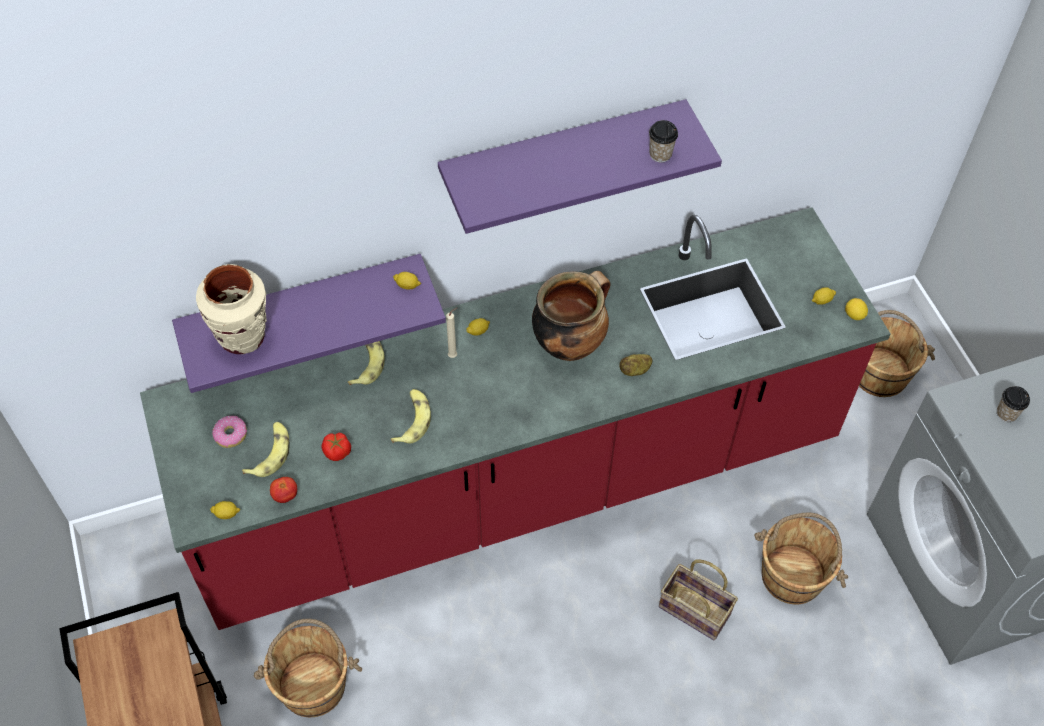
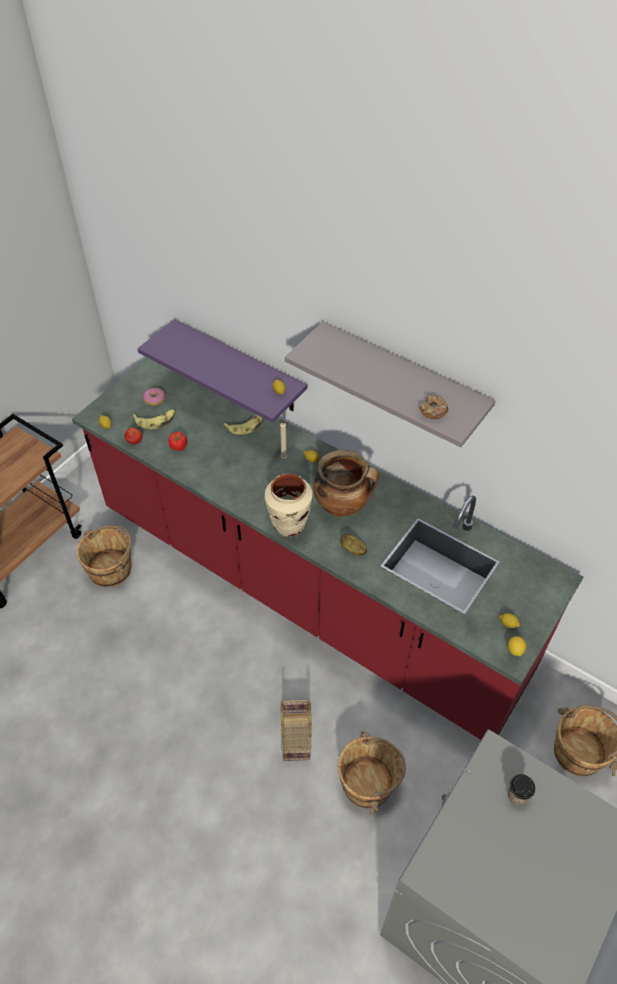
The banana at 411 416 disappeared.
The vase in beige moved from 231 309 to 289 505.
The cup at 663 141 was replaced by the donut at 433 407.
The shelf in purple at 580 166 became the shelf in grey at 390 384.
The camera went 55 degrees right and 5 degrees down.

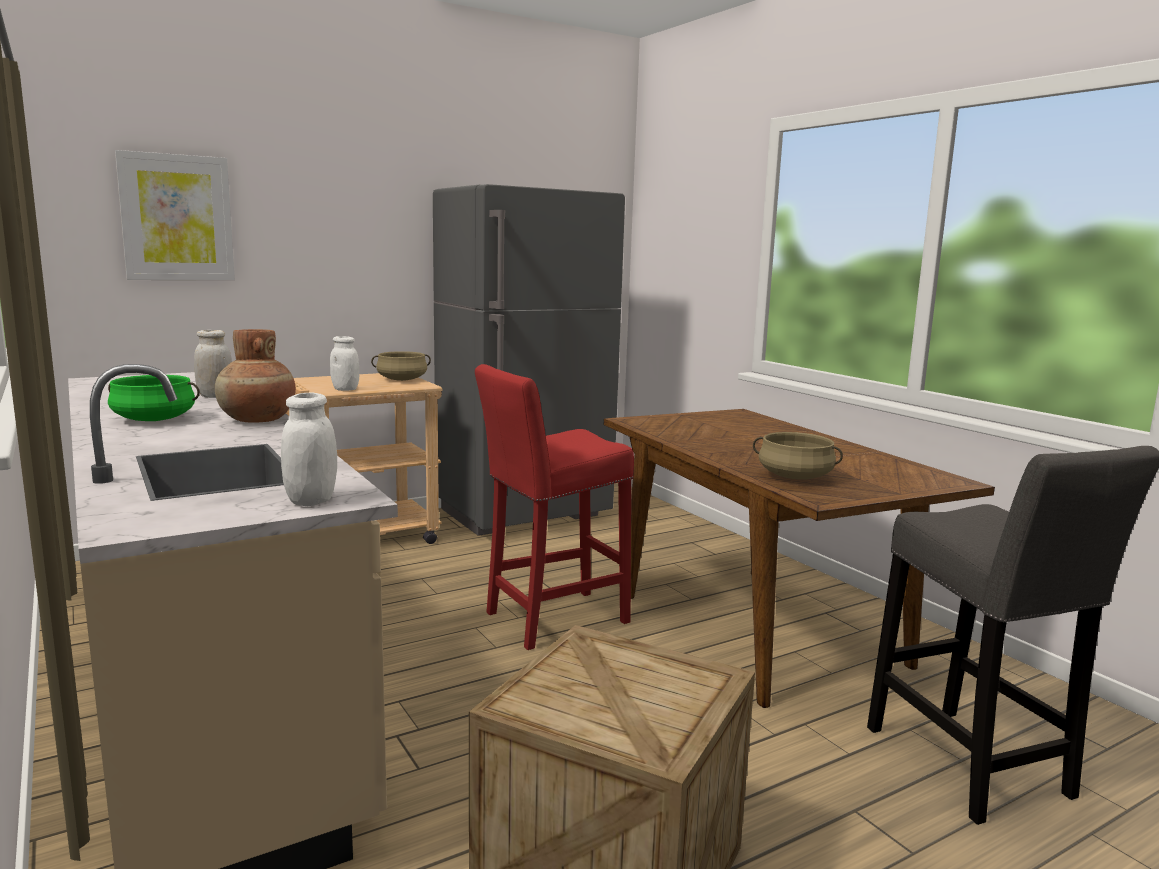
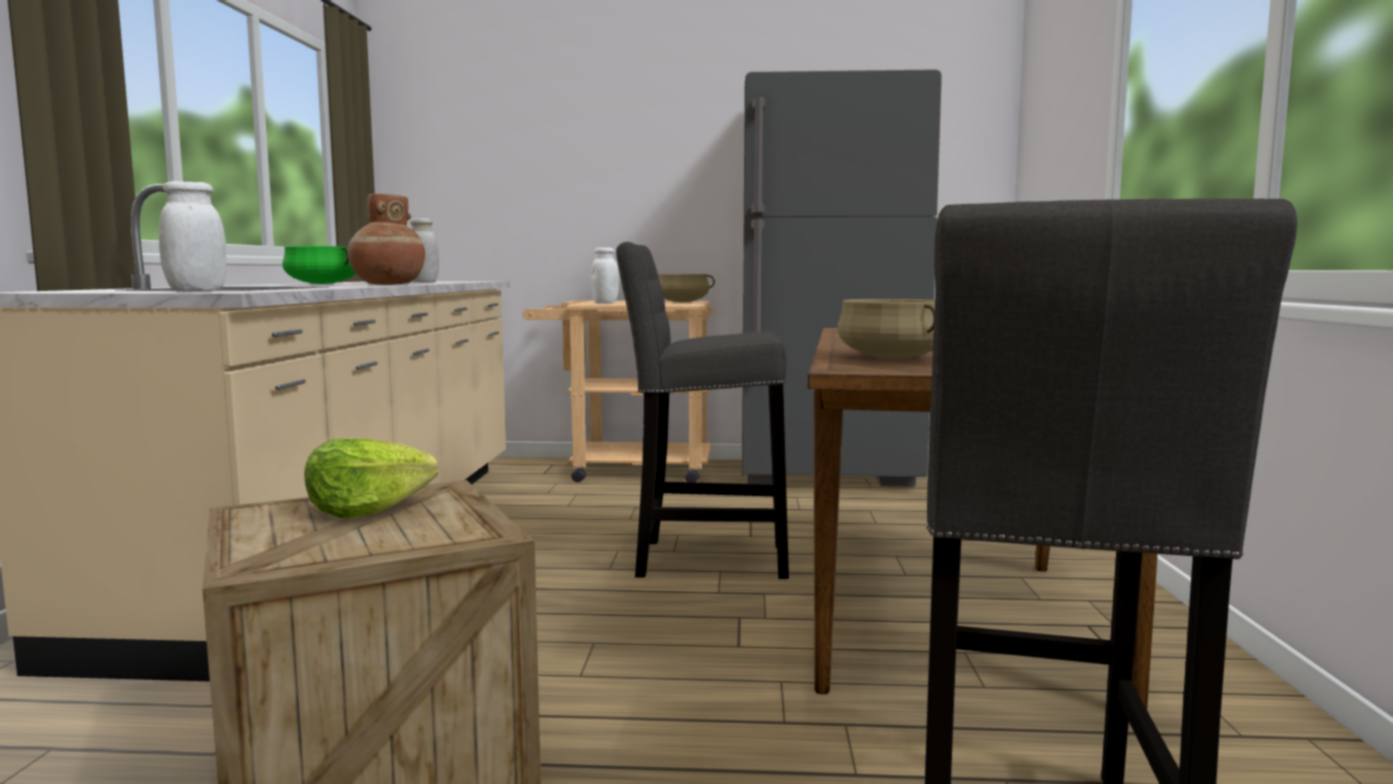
The picture at 175 215 disappeared.
The lettuce at 371 478 appeared.
The stool in red at 554 507 became the stool in grey at 702 410.
The camera went 35 degrees right and 5 degrees down.

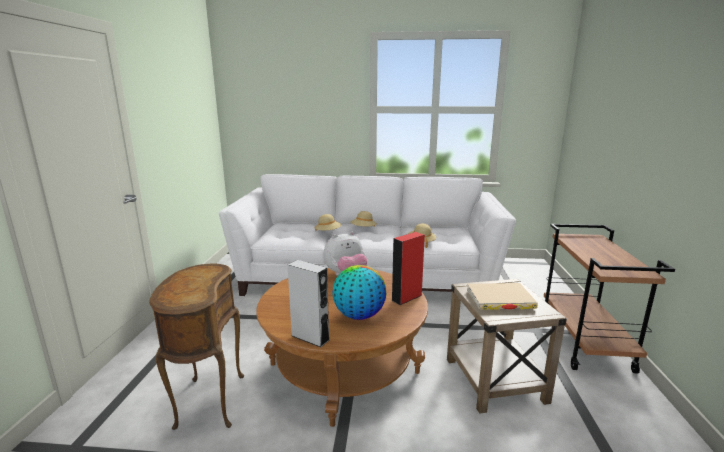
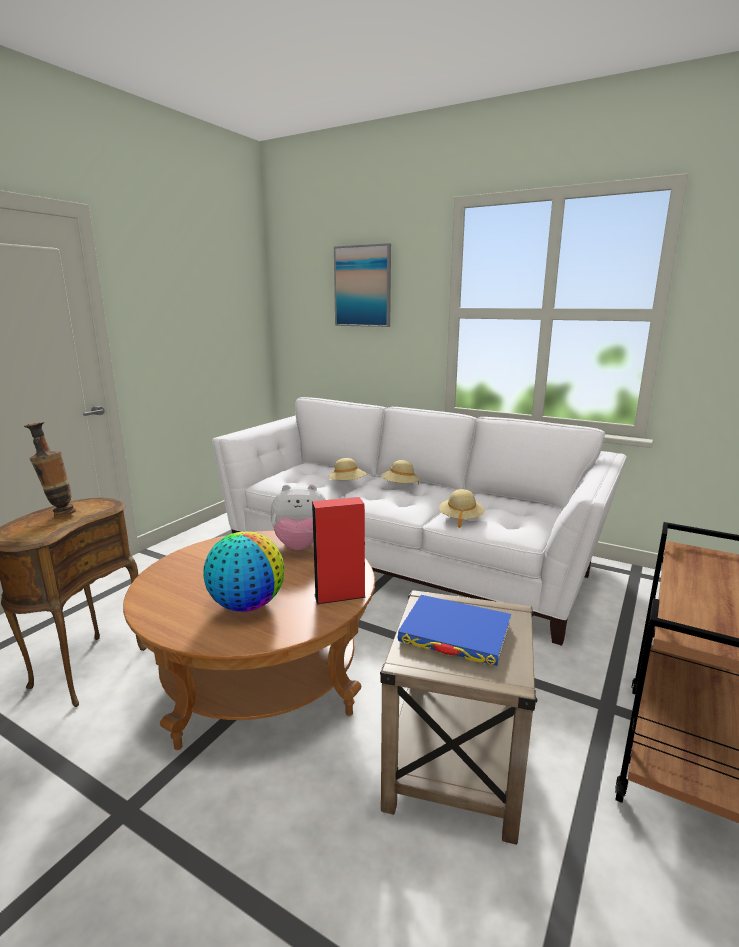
The speaker in grey at 308 303 disappeared.
The vase at 50 470 appeared.
The picture at 362 285 appeared.
The book in beige at 502 296 became the book in blue at 454 630.
The camera went 25 degrees right and 0 degrees up.

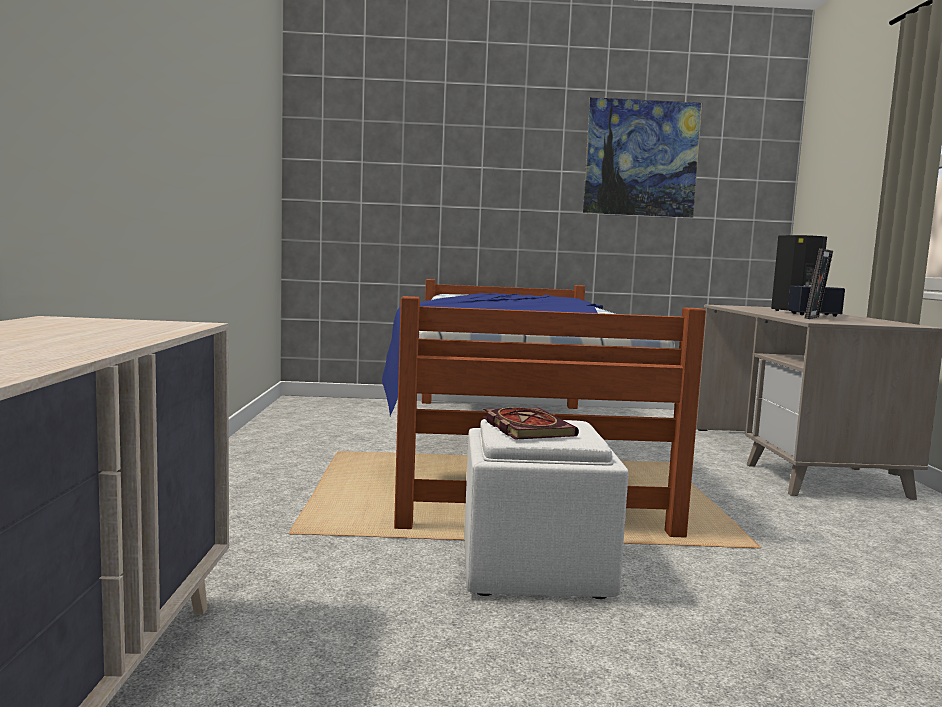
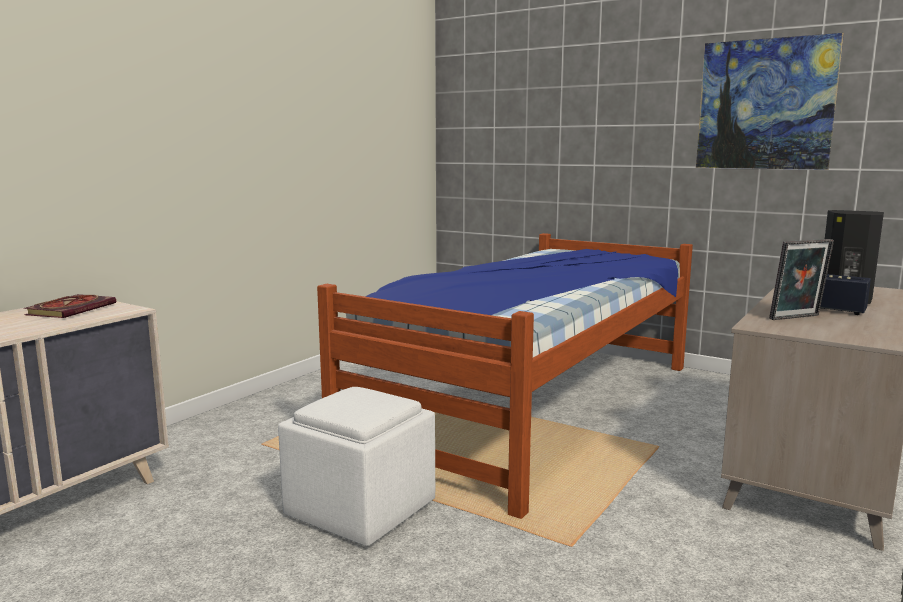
The book moved from 531 423 to 70 306.
The camera went 35 degrees right and 5 degrees up.

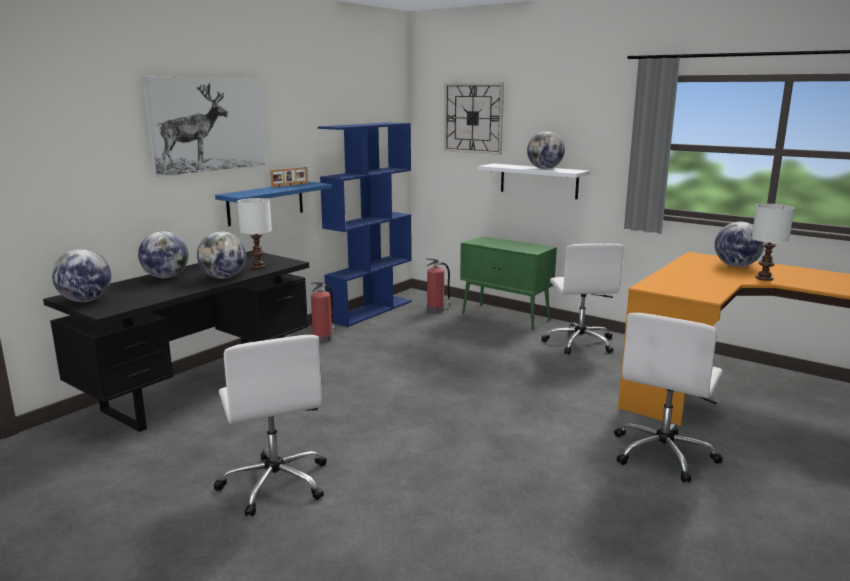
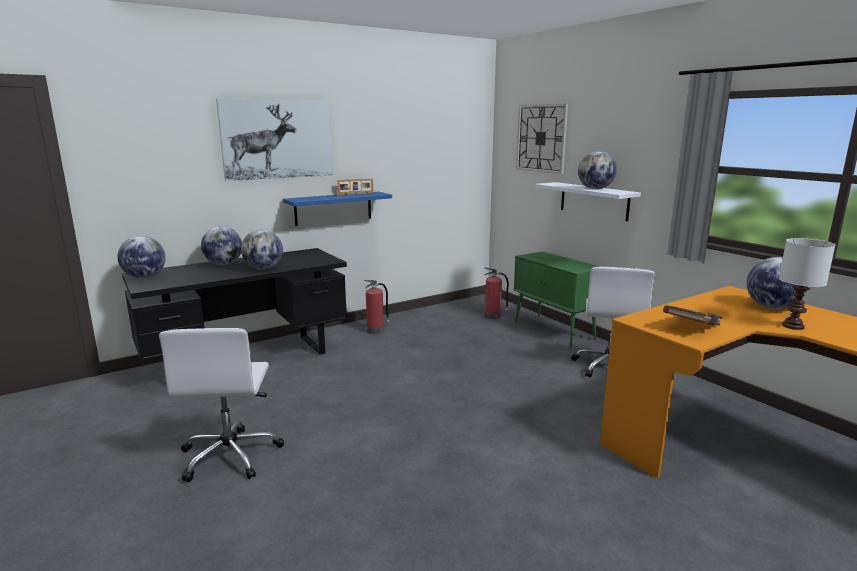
The table lamp in white at 254 233 disappeared.
The bookcase in blue at 365 224 disappeared.
The office chair in white at 668 398 disappeared.
The book in brown at 693 315 appeared.
The camera went 20 degrees right and 0 degrees up.

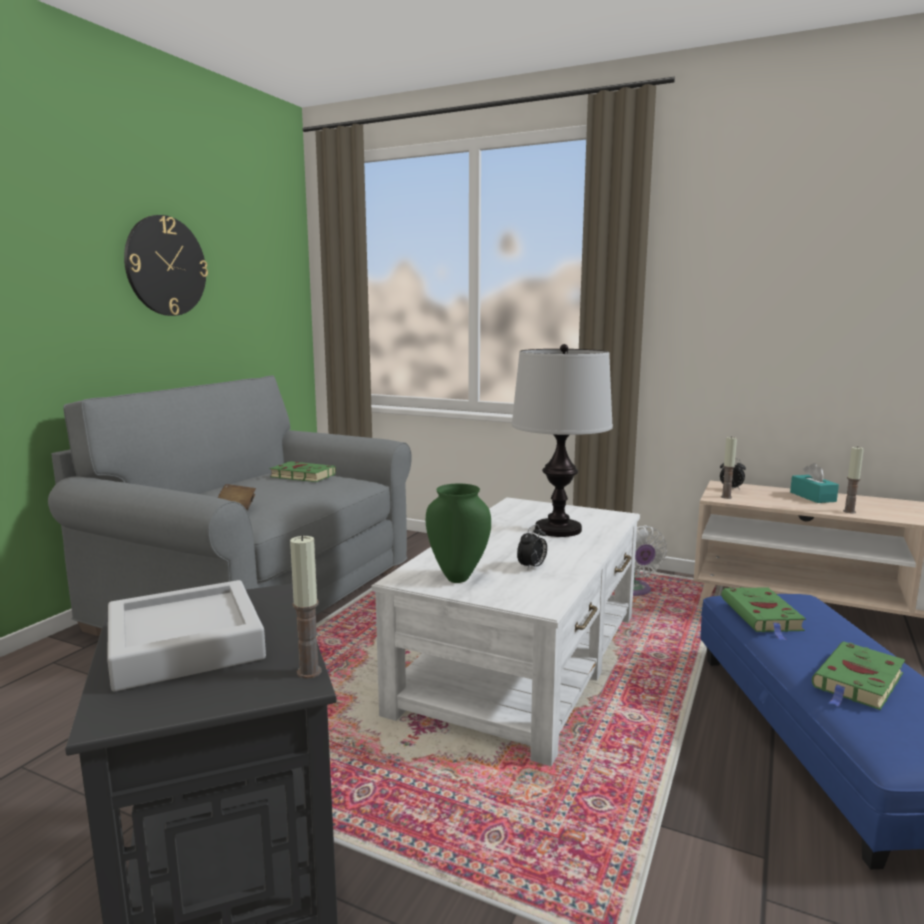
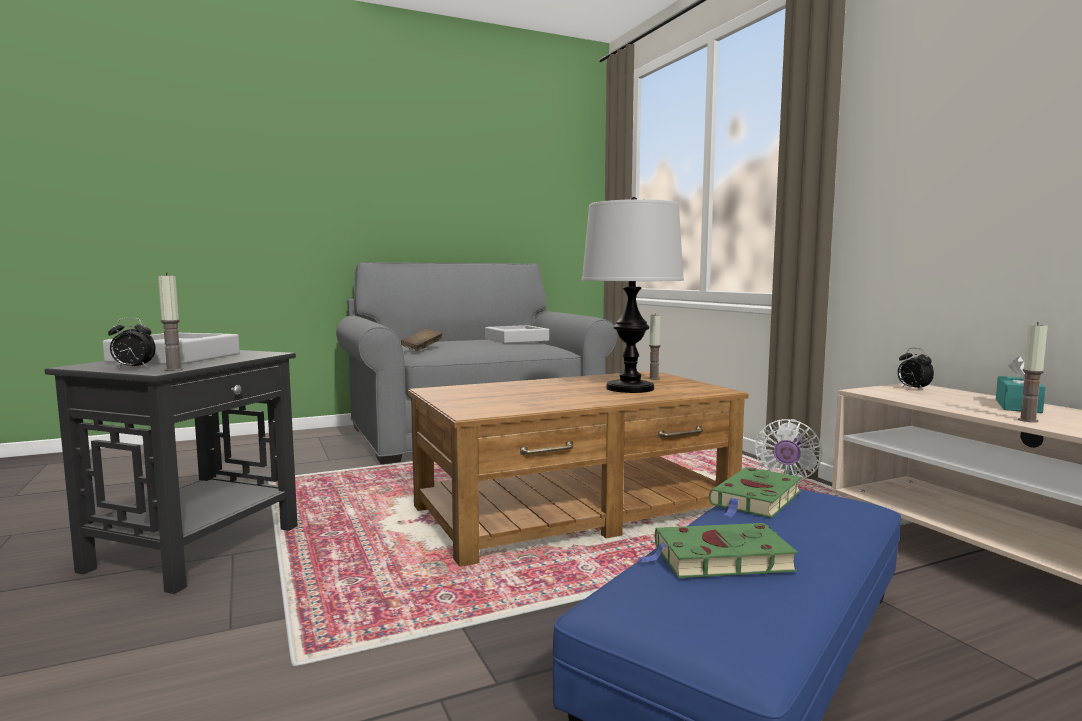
The wall clock at 166 265 disappeared.
The vase in green at 458 533 disappeared.
The alarm clock moved from 532 548 to 132 343.
The candle moved from 729 467 to 654 346.
The book in green at 302 471 was replaced by the tray in grey at 517 334.
The coffee table in white at 506 631 became the coffee table in brown at 578 469.
The camera went 40 degrees right and 5 degrees down.

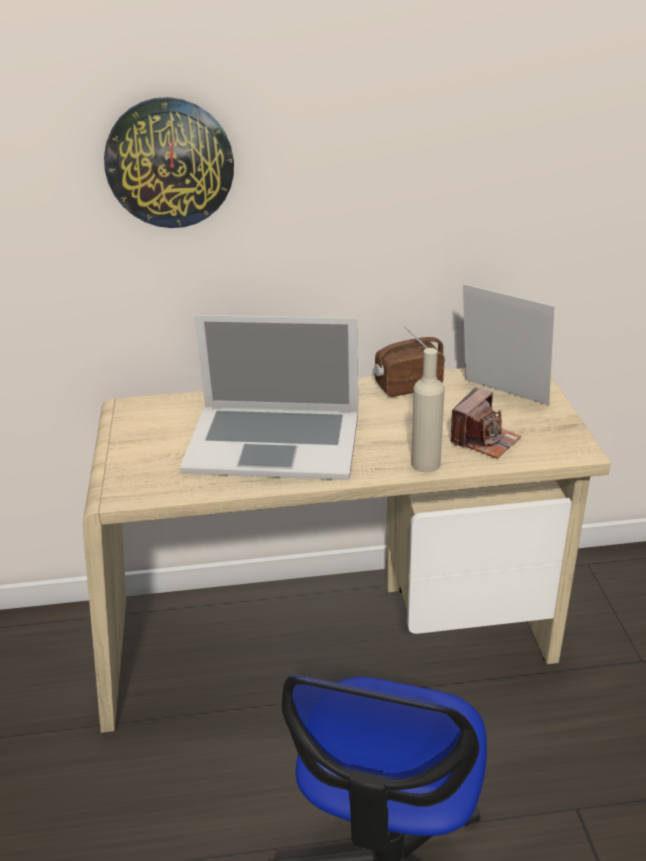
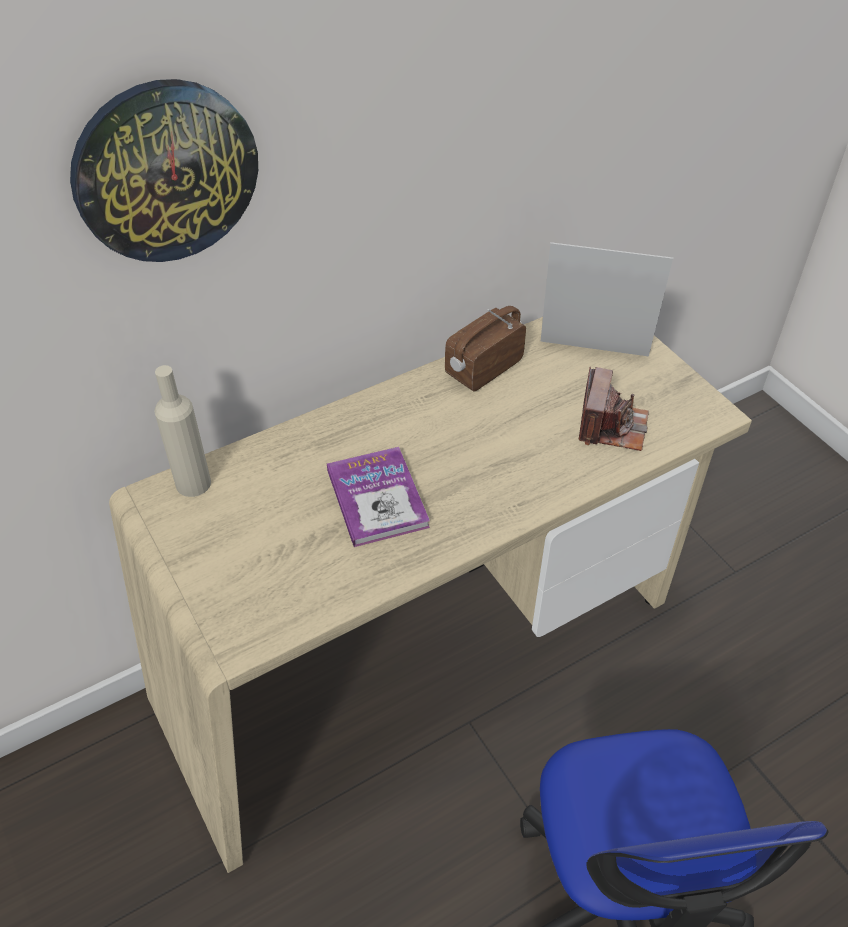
The bottle in beige moved from 428 410 to 182 431.
The laptop at 268 397 was replaced by the book at 378 497.
The camera went 25 degrees left and 15 degrees up.

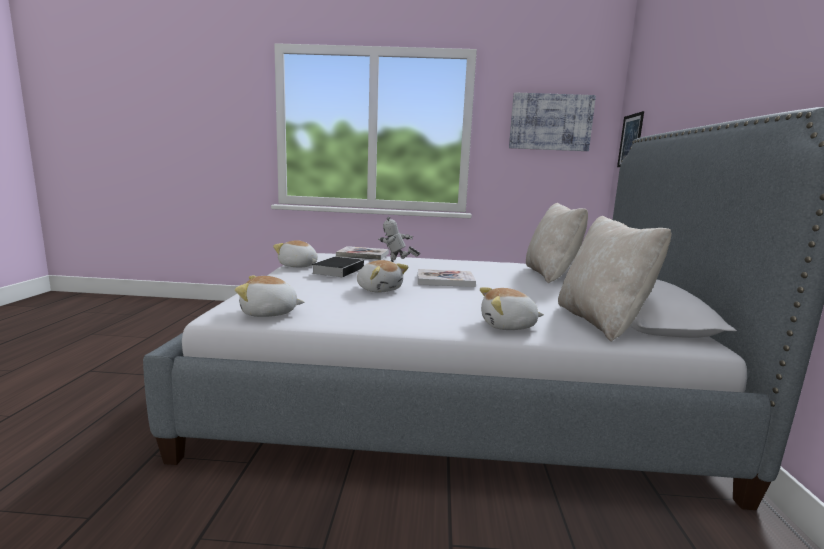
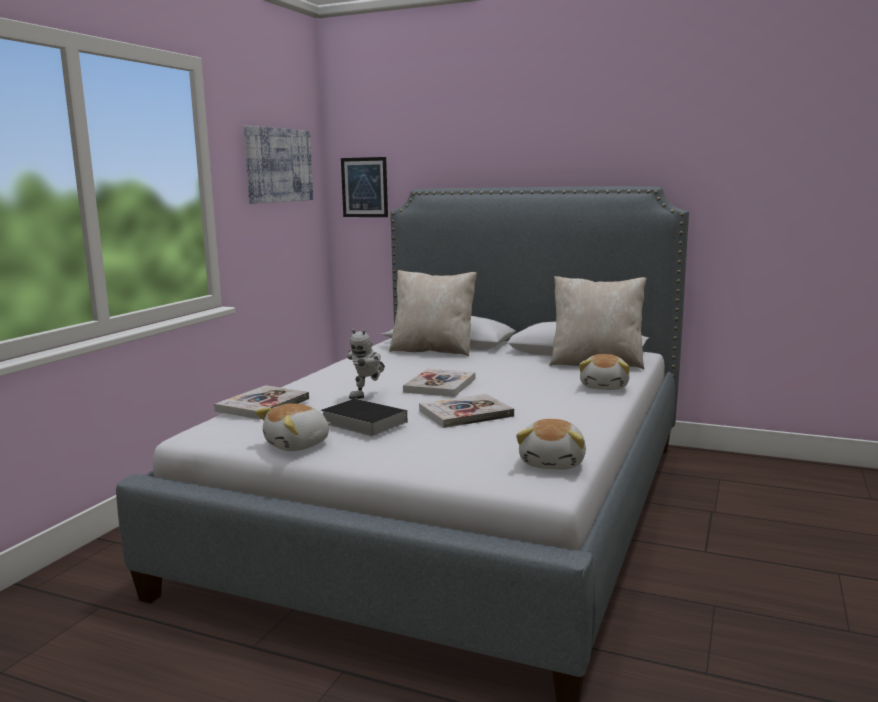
The plush toy at 383 276 was replaced by the book at 466 411.
The camera went 70 degrees left and 0 degrees up.

